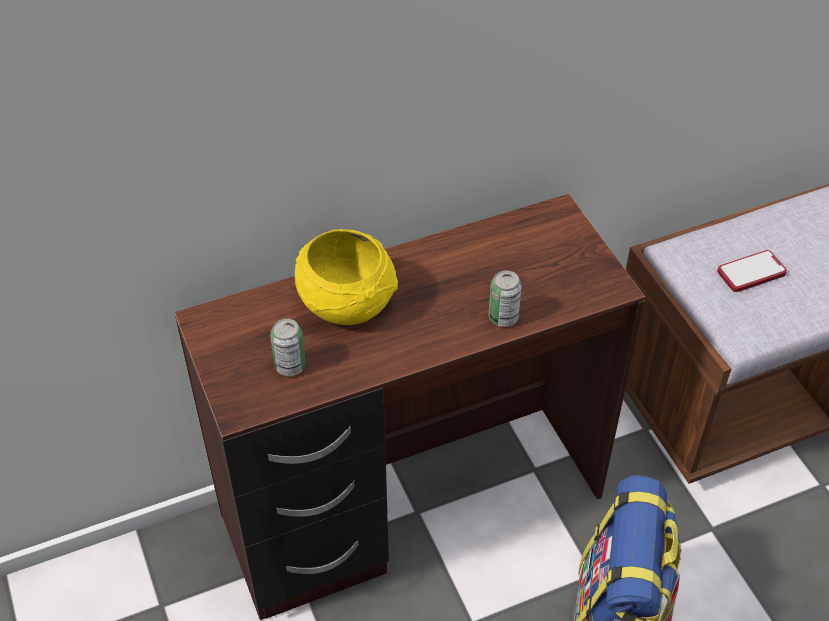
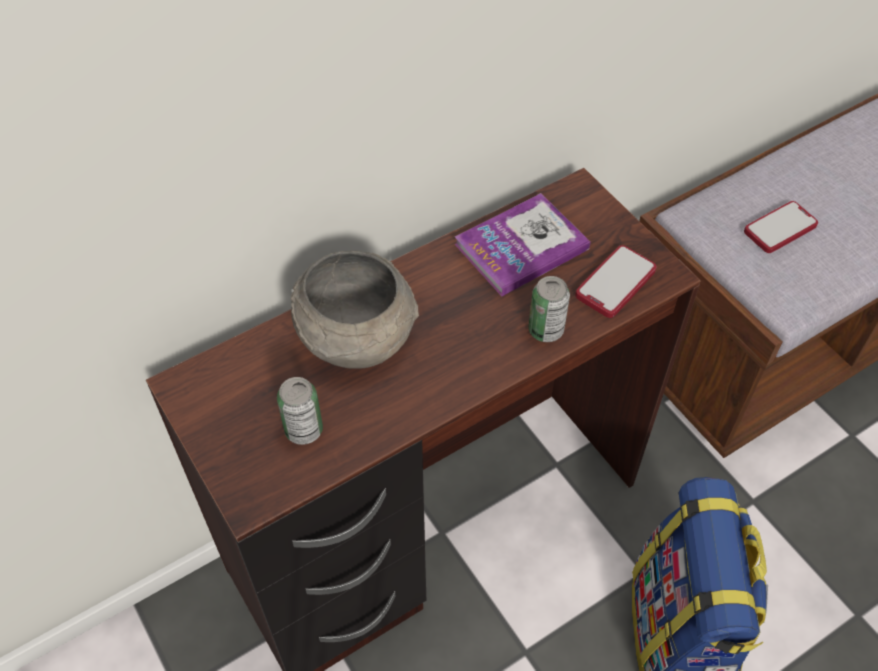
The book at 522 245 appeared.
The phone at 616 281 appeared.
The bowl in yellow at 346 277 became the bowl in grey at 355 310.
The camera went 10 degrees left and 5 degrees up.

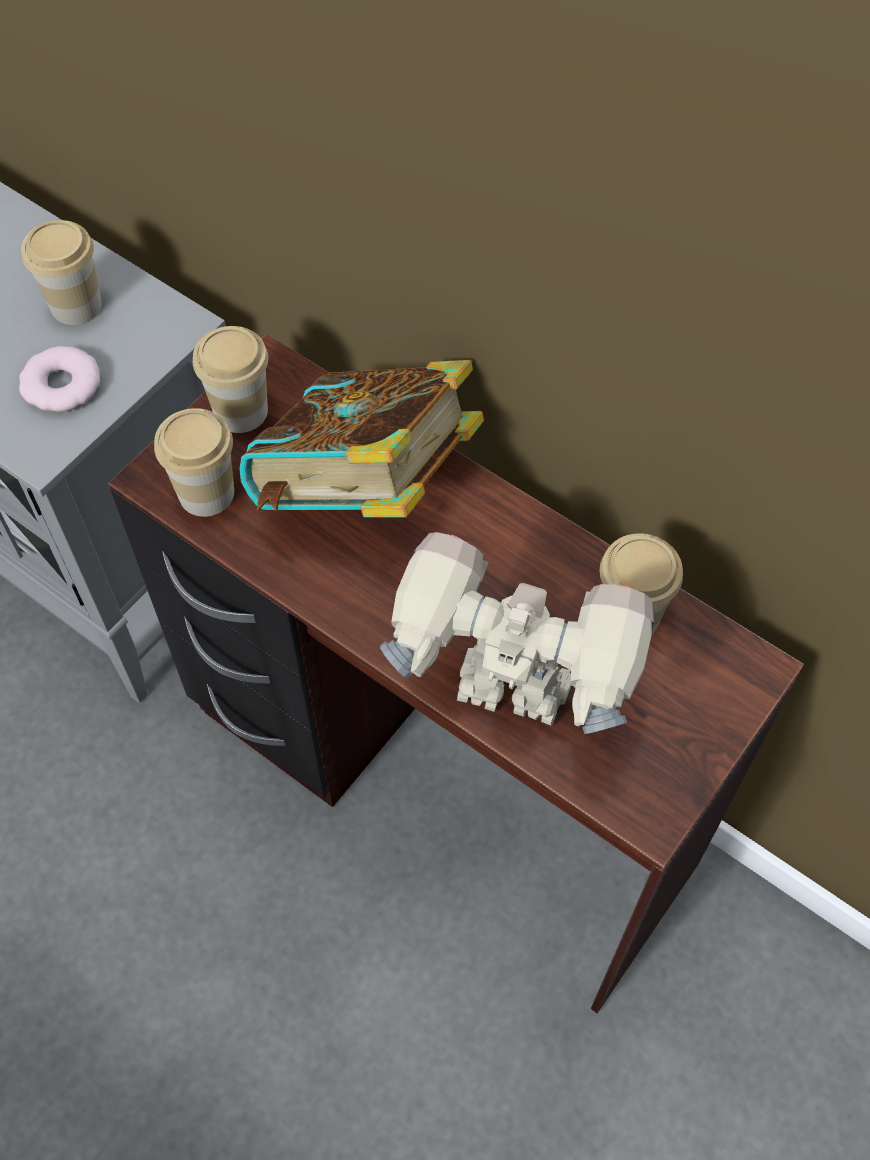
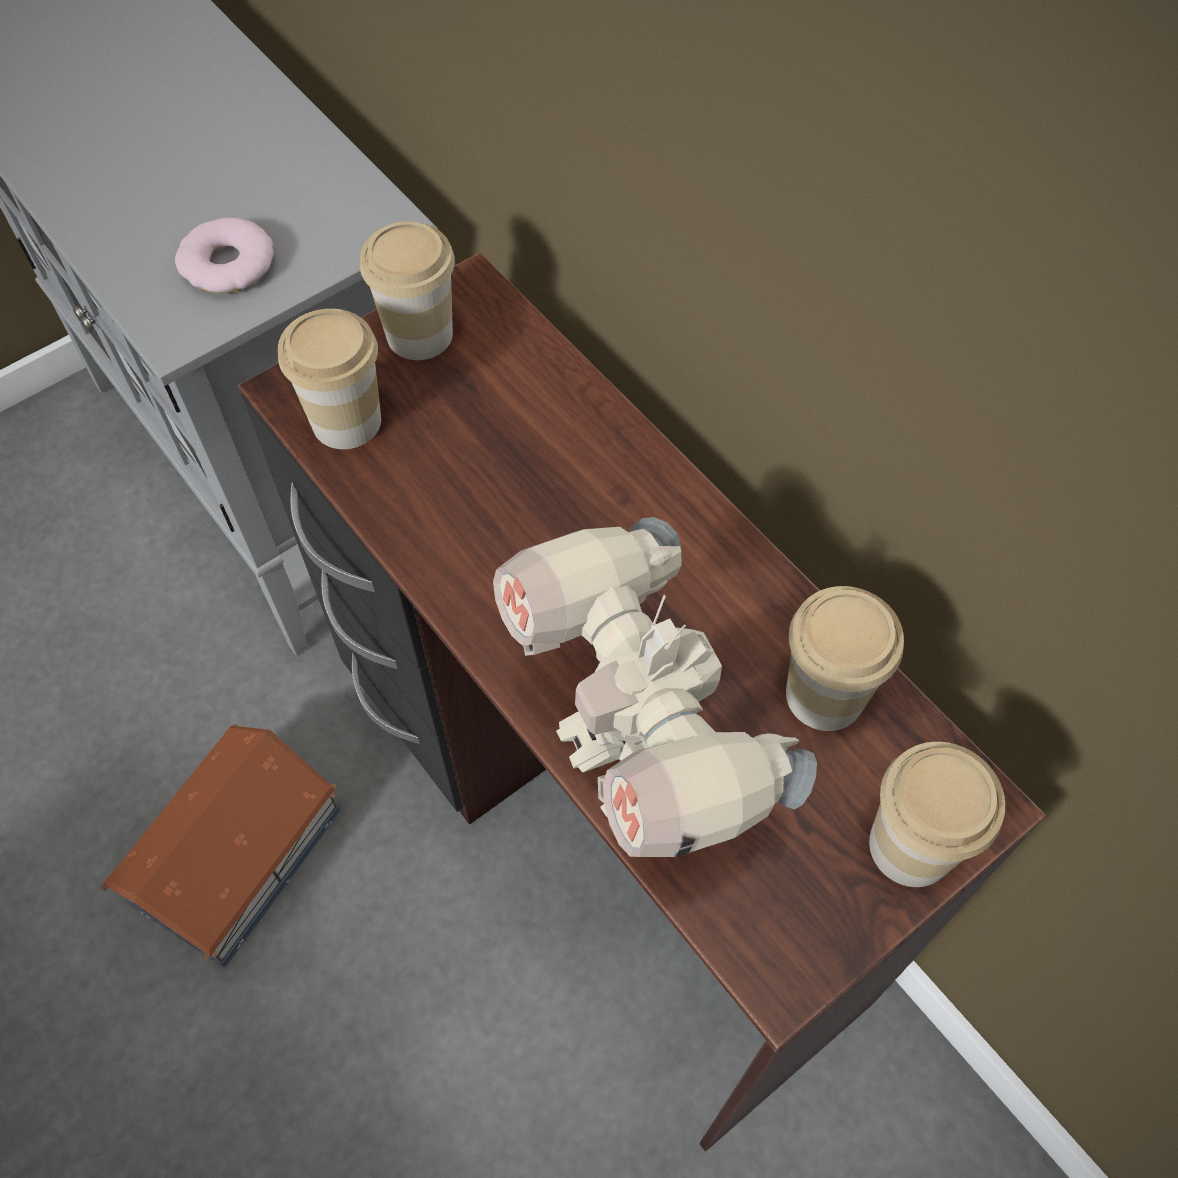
The book at 361 438 disappeared.
The toy house at 220 845 appeared.
The cup moved from 61 272 to 937 814.
The toy robot at 517 633 turned 150 degrees counterclockwise.
The camera went 15 degrees right and 0 degrees up.

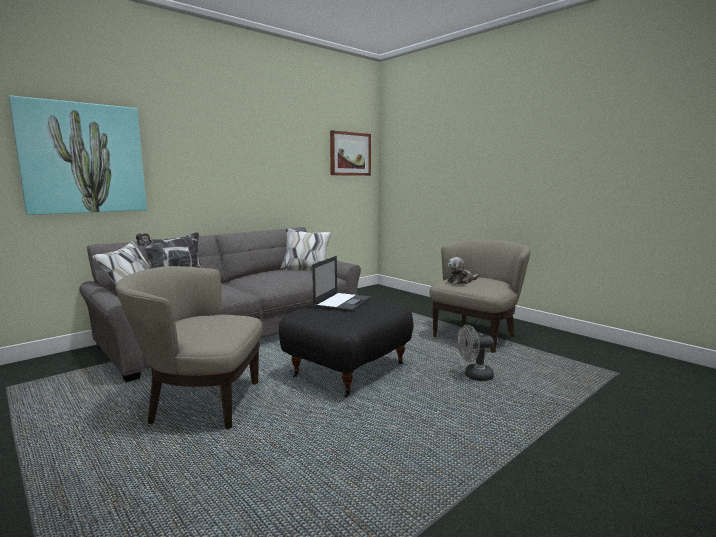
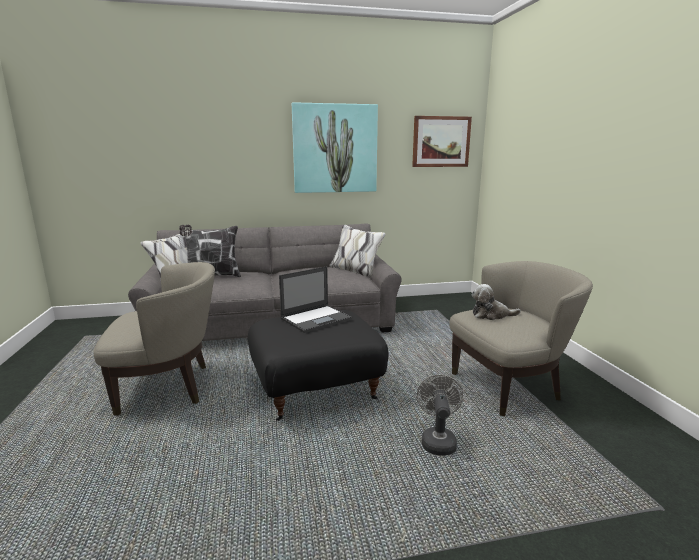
The picture moved from 78 155 to 335 147.
The armchair in beige at 189 347 turned 135 degrees clockwise.
The fan in grey at 475 353 turned 75 degrees clockwise.
The camera went 30 degrees right and 5 degrees up.

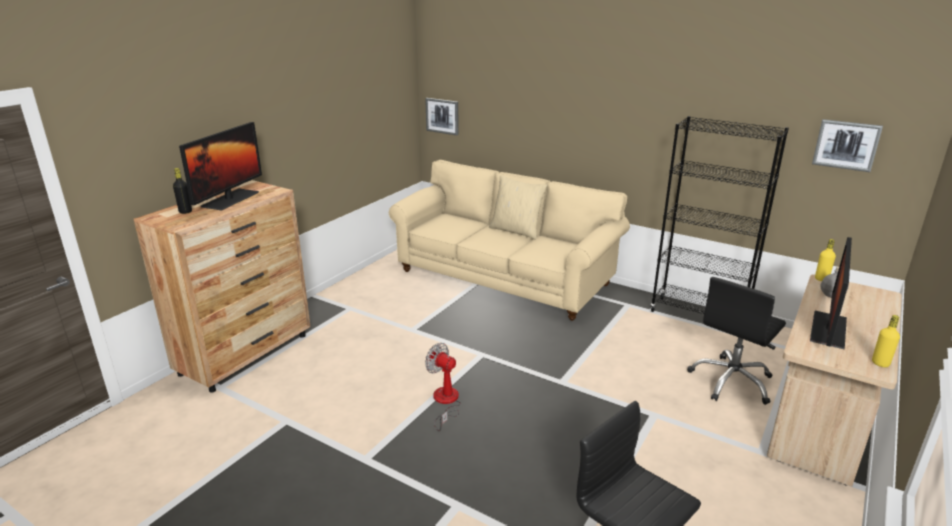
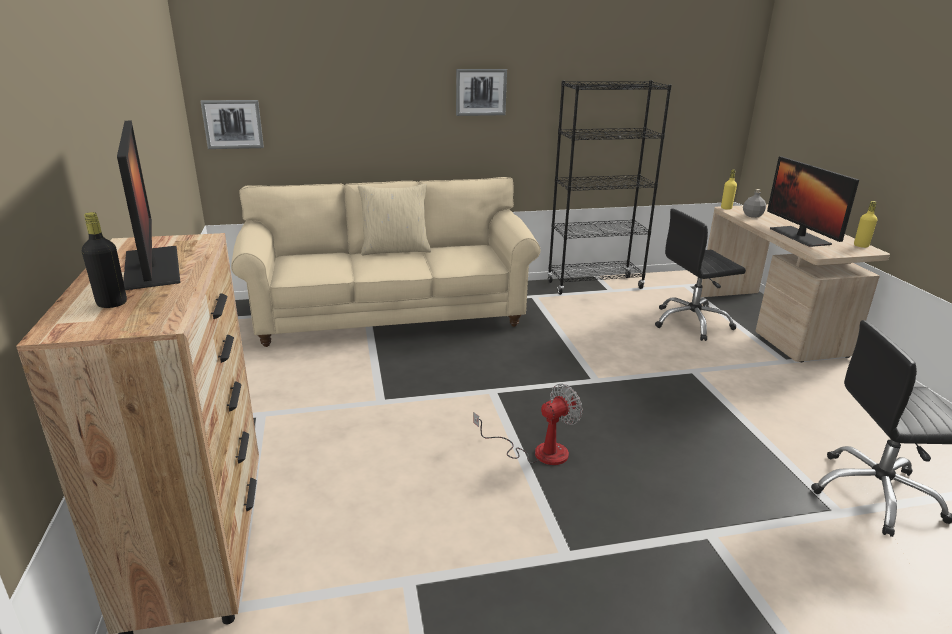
The picture moved from 847 145 to 481 92.
The fan at 443 387 turned 150 degrees clockwise.
The office chair in black at 736 341 turned 75 degrees clockwise.
The camera went 45 degrees left and 0 degrees up.

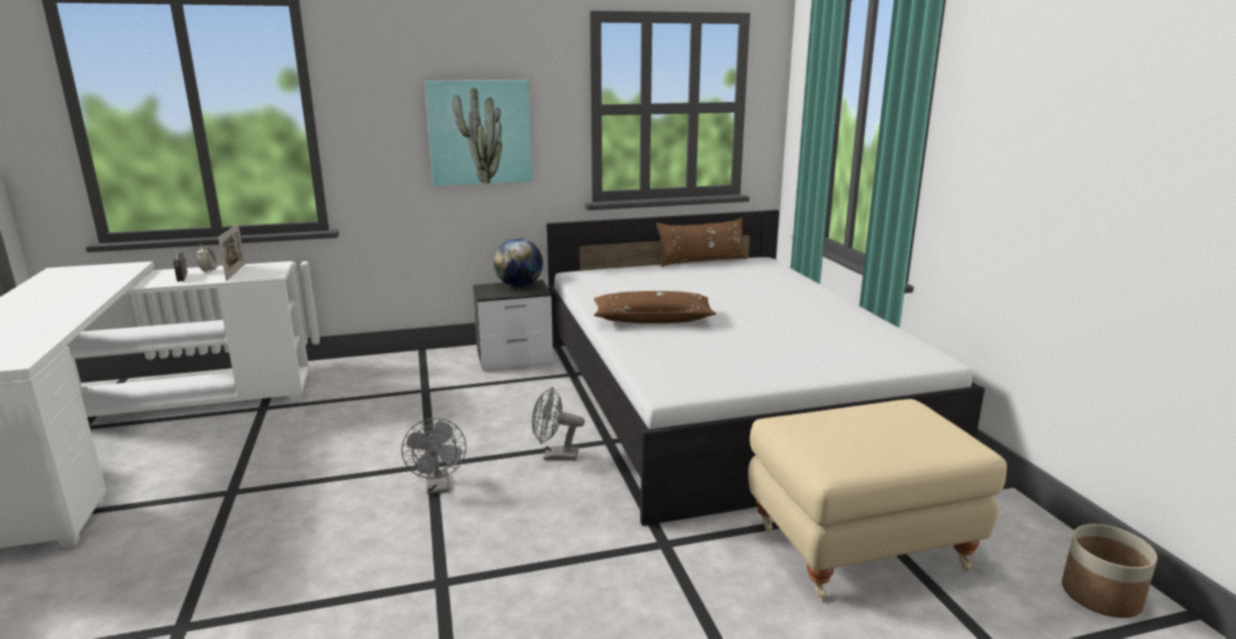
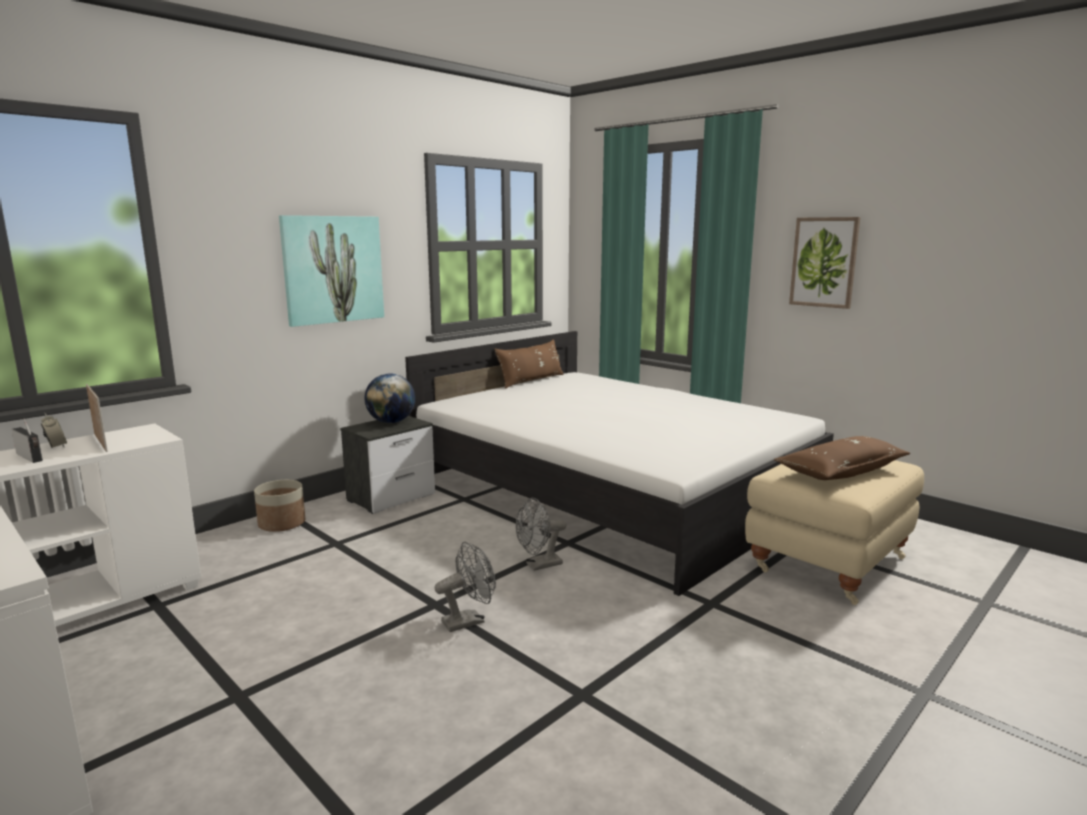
The picture at 824 263 appeared.
The pillow in brown moved from 655 307 to 842 458.
The planter moved from 1109 571 to 279 506.
The fan in grey at 433 456 turned 75 degrees counterclockwise.
The camera went 30 degrees left and 5 degrees down.

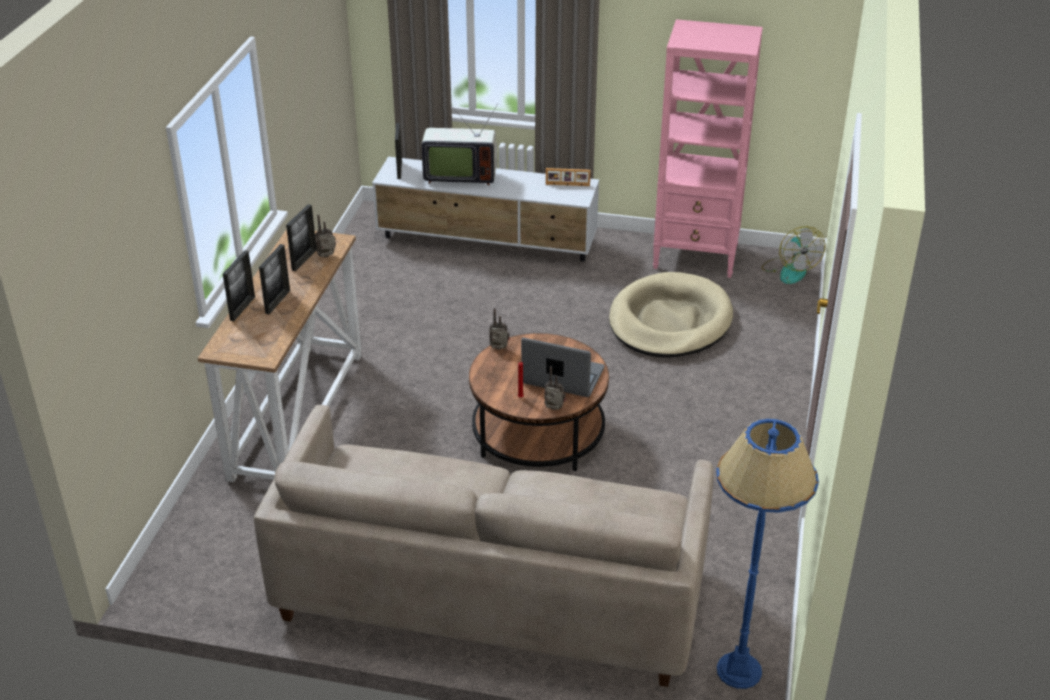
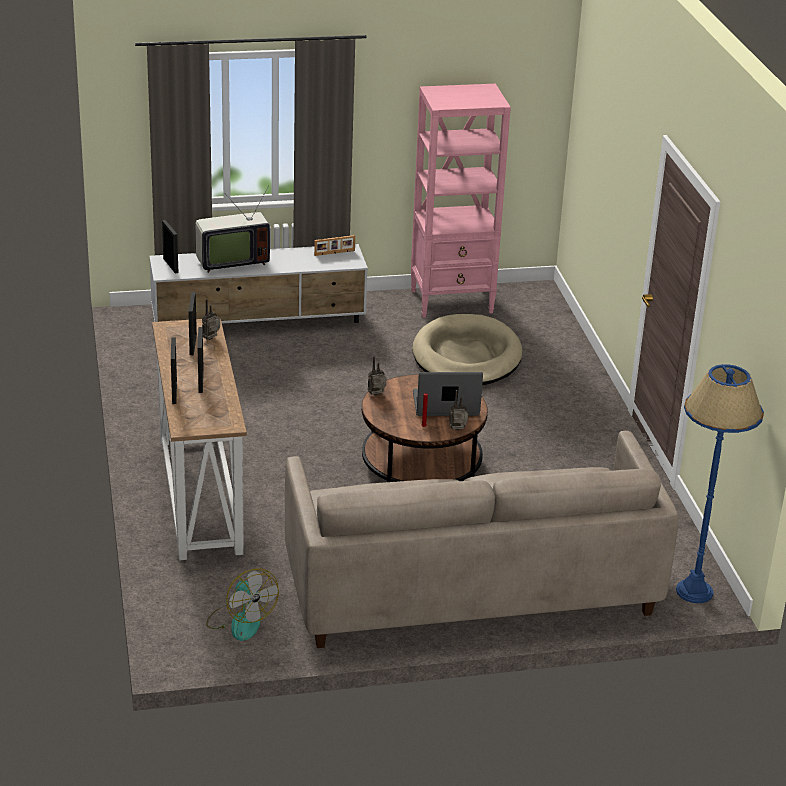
The fan moved from 794 255 to 242 605.
The camera went 25 degrees left and 5 degrees down.

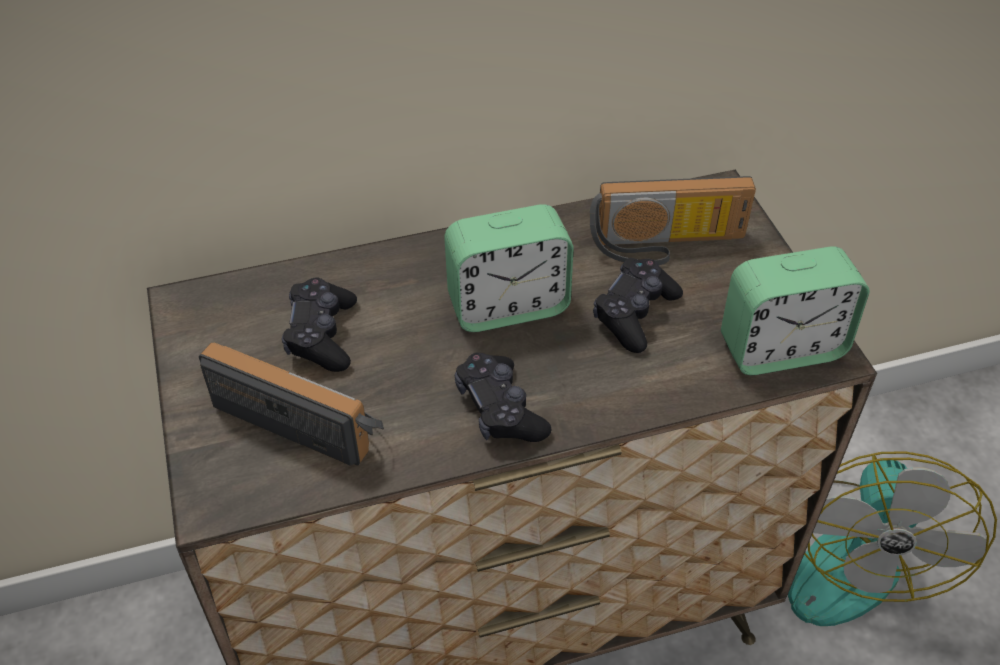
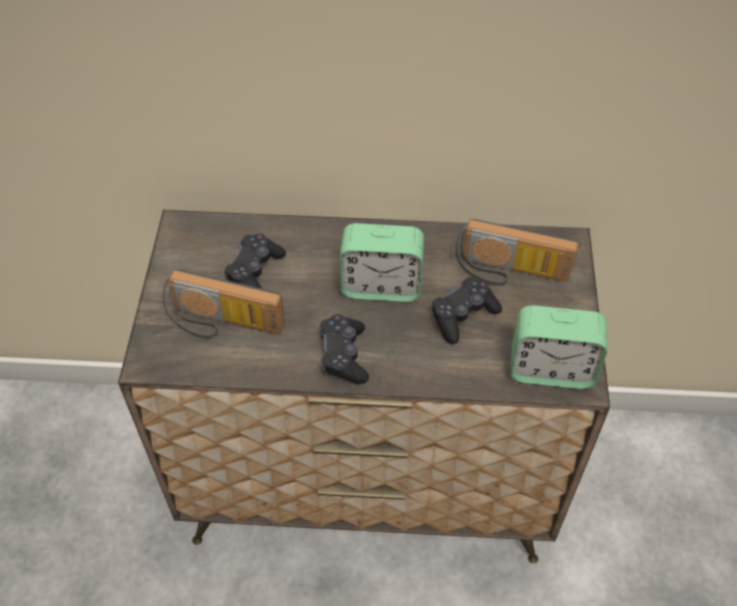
The fan at 892 538 disappeared.
The radio at 291 404 turned 150 degrees clockwise.
The camera went 20 degrees right and 5 degrees up.

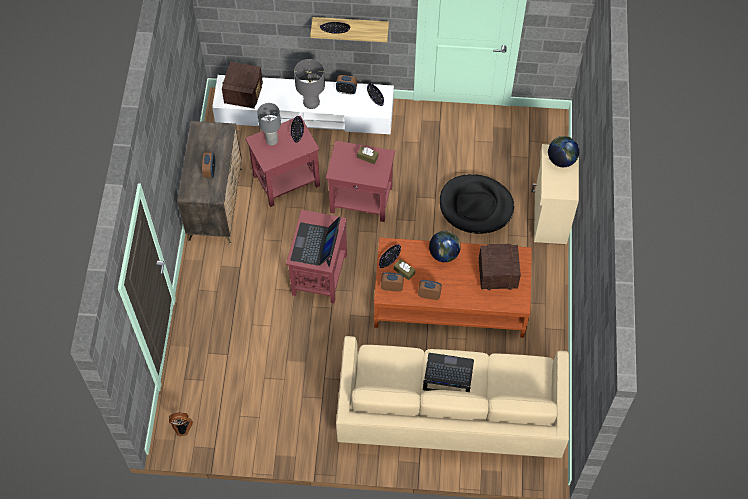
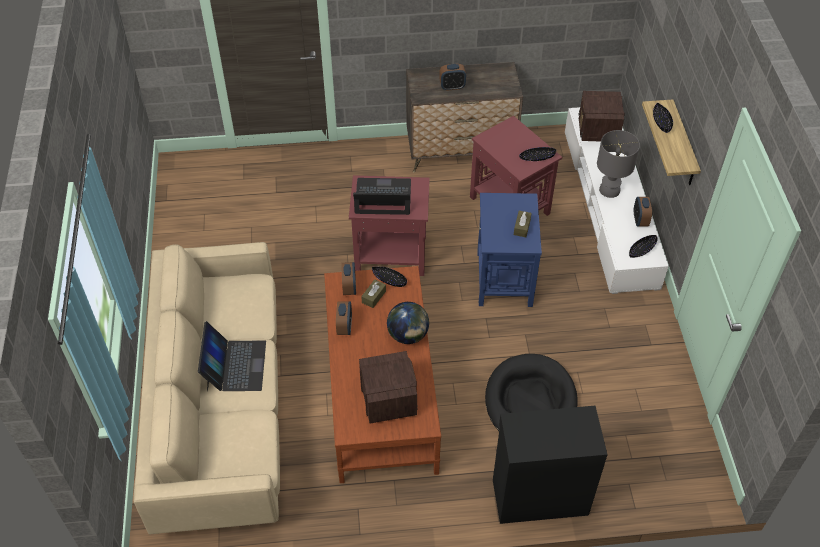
The fan at 181 424 disappeared.
The table lamp in grey at 269 124 disappeared.
The globe at 563 151 disappeared.
The side table in red at 360 181 became the side table in blue at 509 250.
The cabinet in beige at 555 194 became the cabinet in black at 550 465.
The radio at 242 85 turned 90 degrees clockwise.
The camera went 80 degrees right and 10 degrees down.

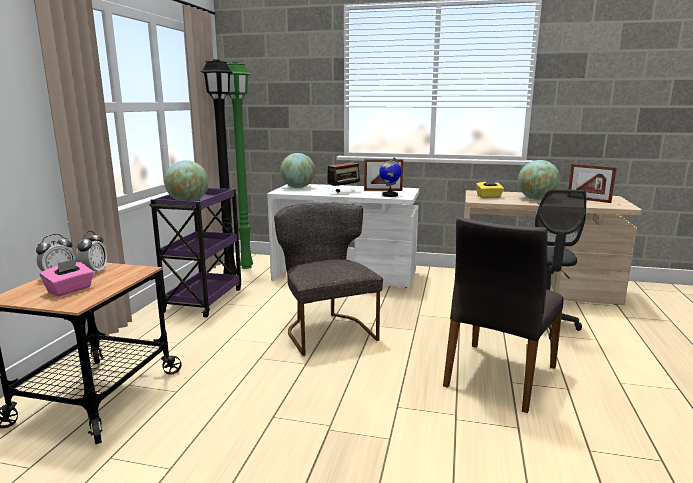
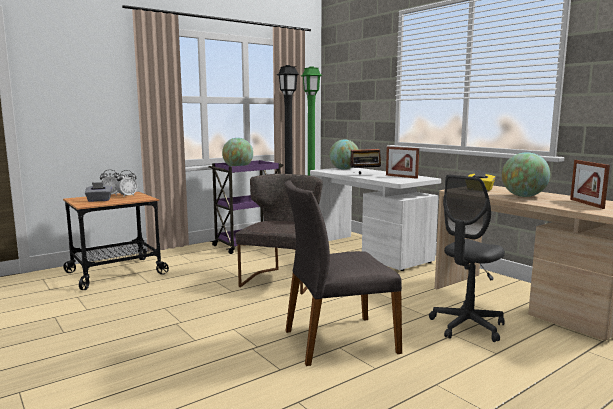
The globe at 390 177 disappeared.
The tissue box in pink at 67 277 became the tissue box in grey at 98 192.
The camera went 40 degrees right and 5 degrees down.

